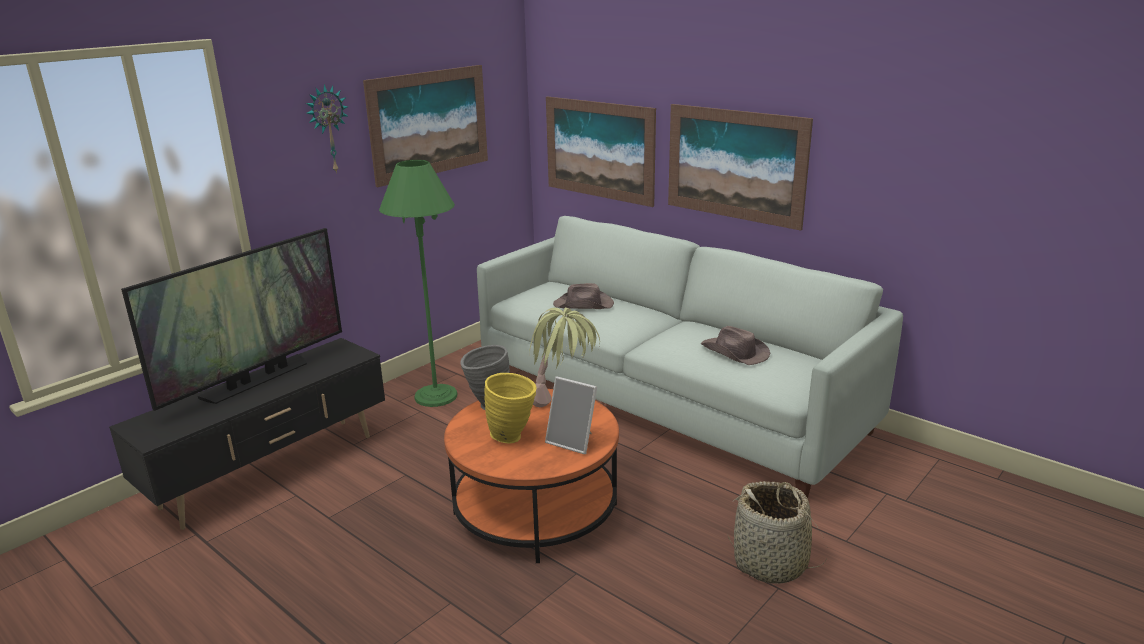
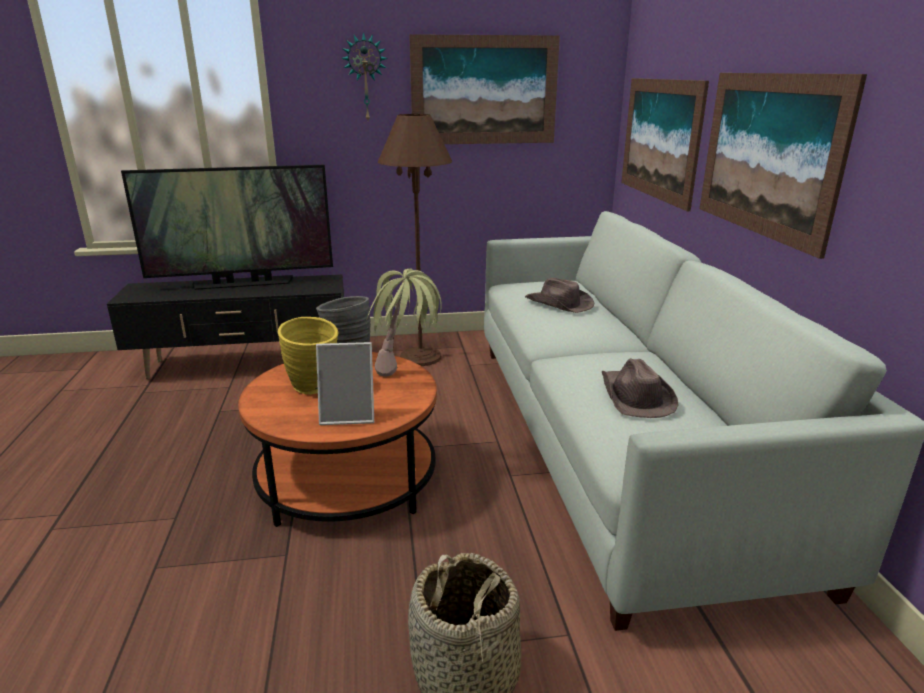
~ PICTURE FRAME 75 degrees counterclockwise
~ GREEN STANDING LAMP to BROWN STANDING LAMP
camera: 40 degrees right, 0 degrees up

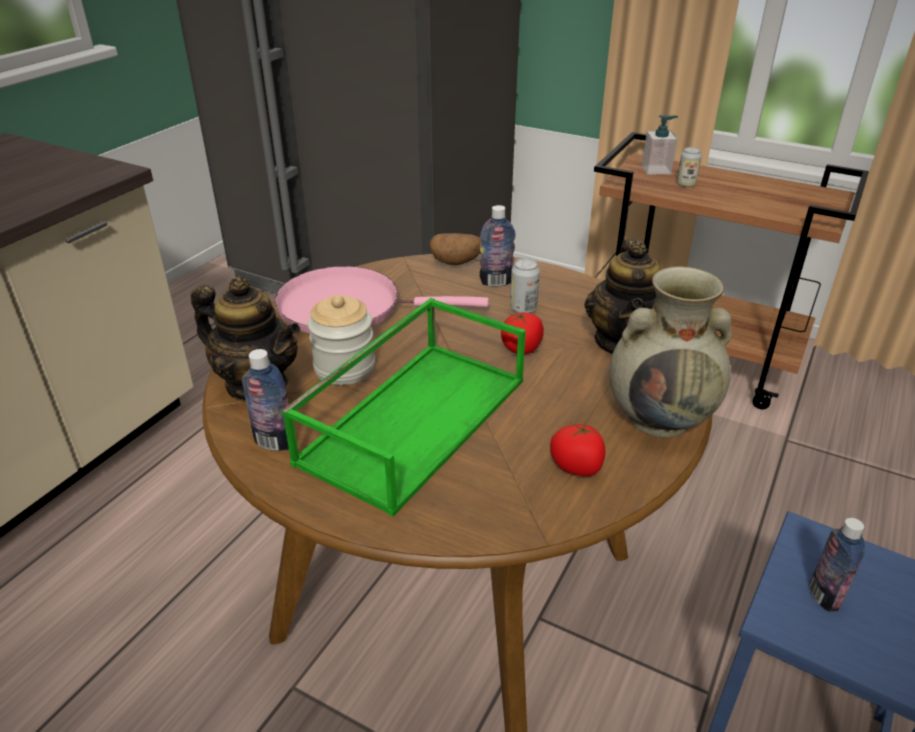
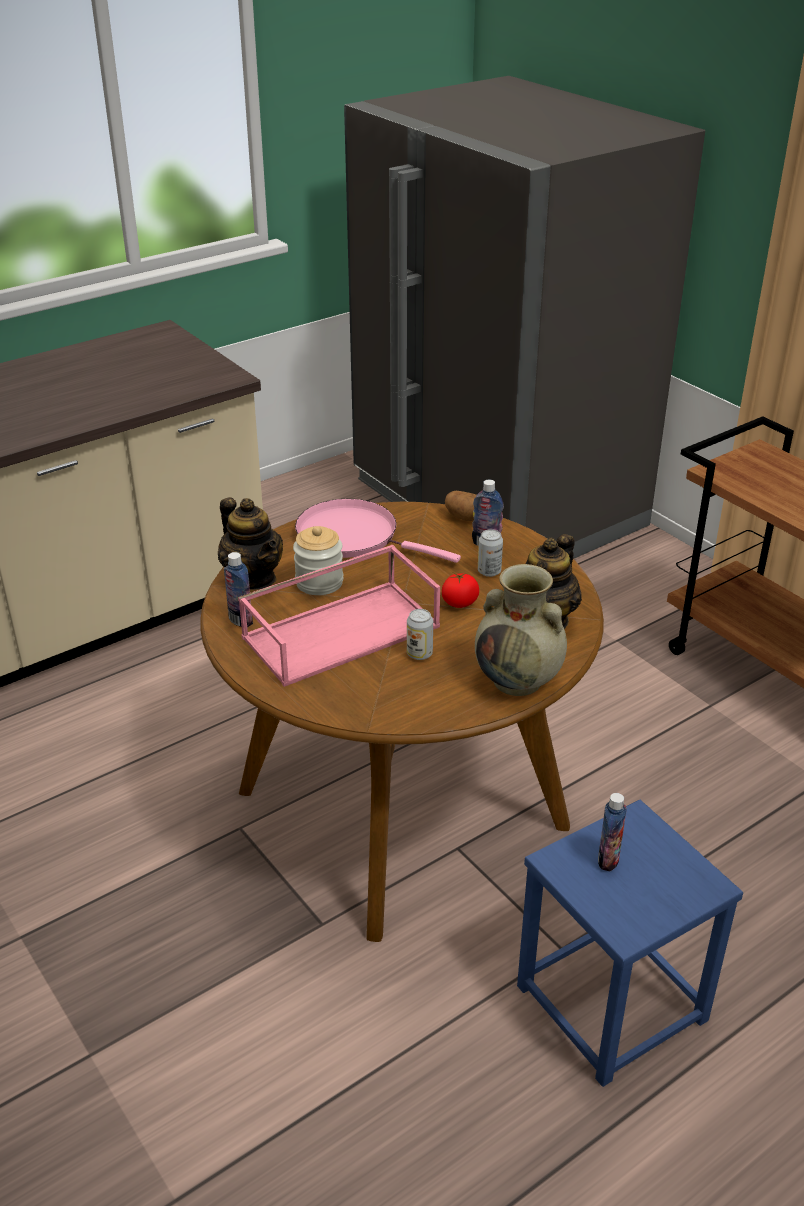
~ GREEN TRAY to PINKISH TRAY
~ SEALED CAN (no. 2 from left in the first image) to SEALED CAN (no. 1 from left)
- FRESH TOMATO (no. 2 from left)
- SOAP DISPENSER
camera: 25 degrees right, 0 degrees up

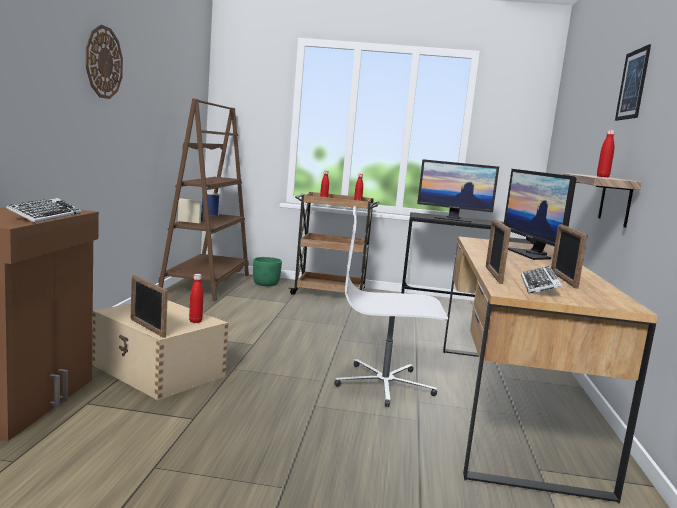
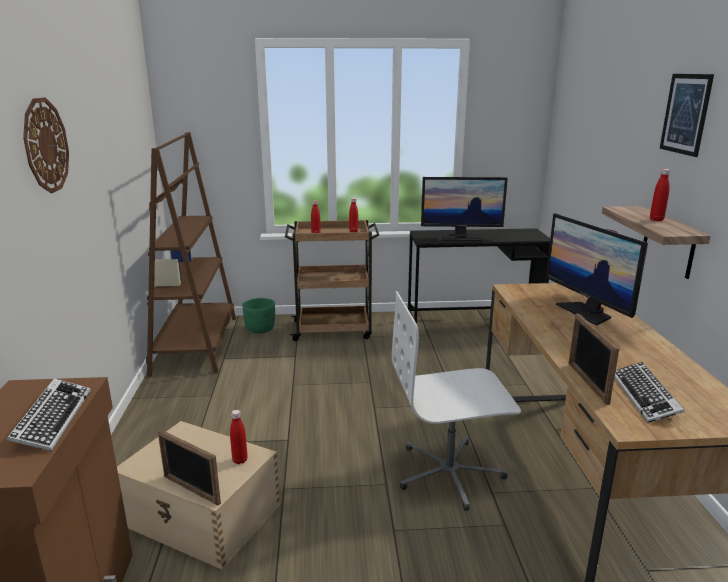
- PICTURE FRAME (no. 3 from left)
camera: 10 degrees left, 10 degrees up

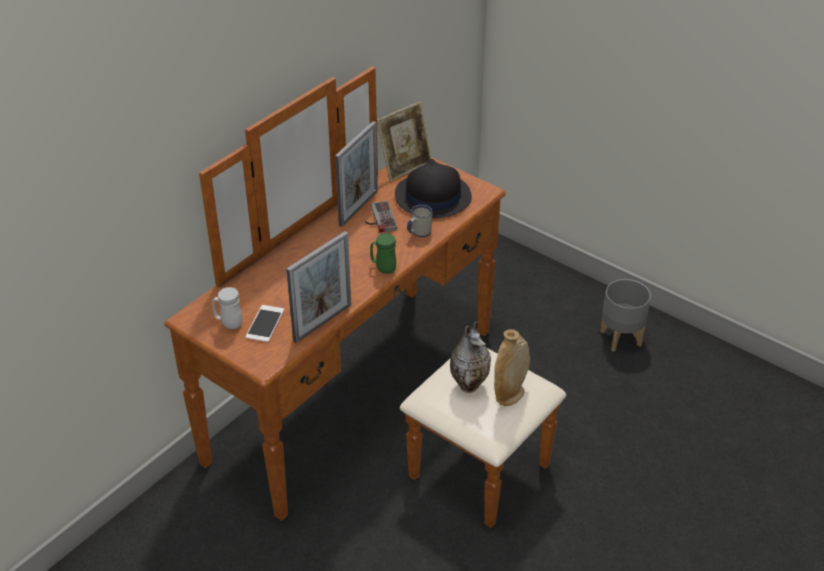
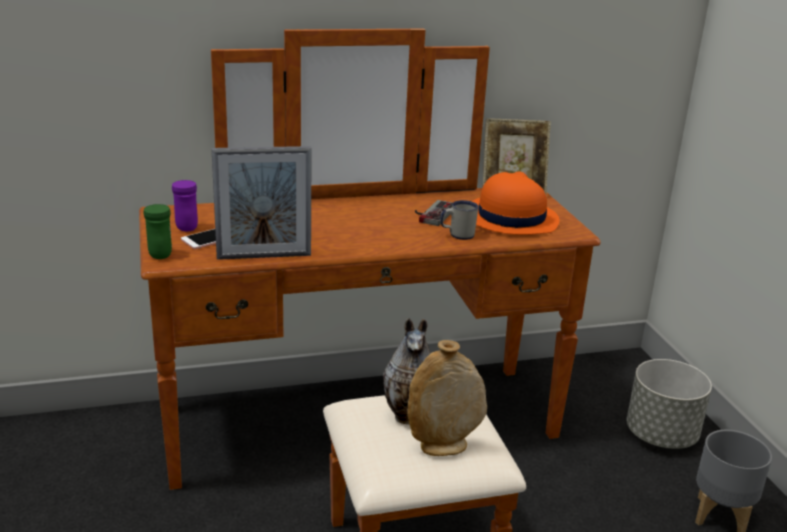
~ GREEN COFFEE MUG
~ WHITE COFFEE MUG (no. 1 from left) to PURPLE-COLOURED COFFEE MUG
~ BLACKISH HAT to ORANGE-COLOURED HAT
+ GREY FLOWER POT (no. 1 from left)
- PICTURE FRAME (no. 2 from left)
camera: 35 degrees right, 15 degrees down

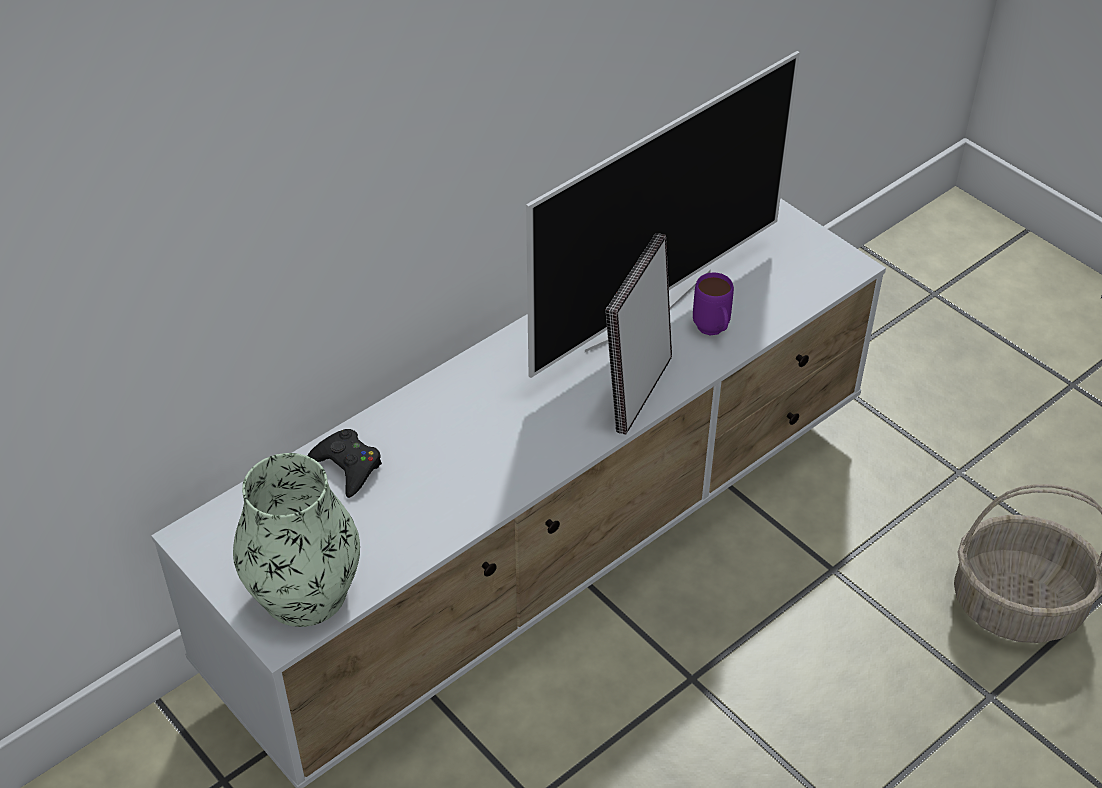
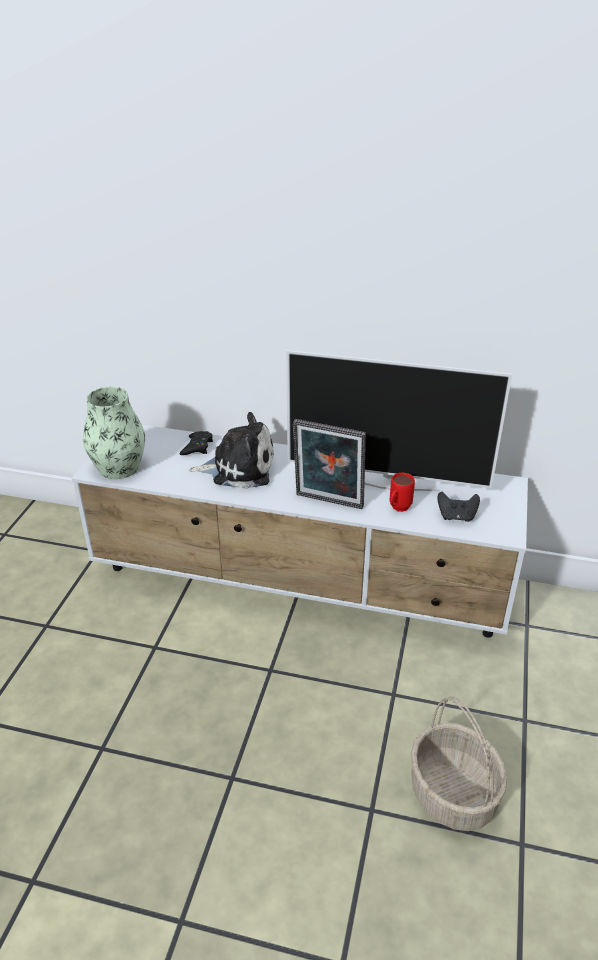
+ SOFT TOY
~ PICTURE FRAME 150 degrees counterclockwise
~ PURPLE-COLOURED COFFEE MUG to REDDISH COFFEE MUG
+ BLACKISH JOYPAD (no. 2 from left)
camera: 55 degrees right, 10 degrees down

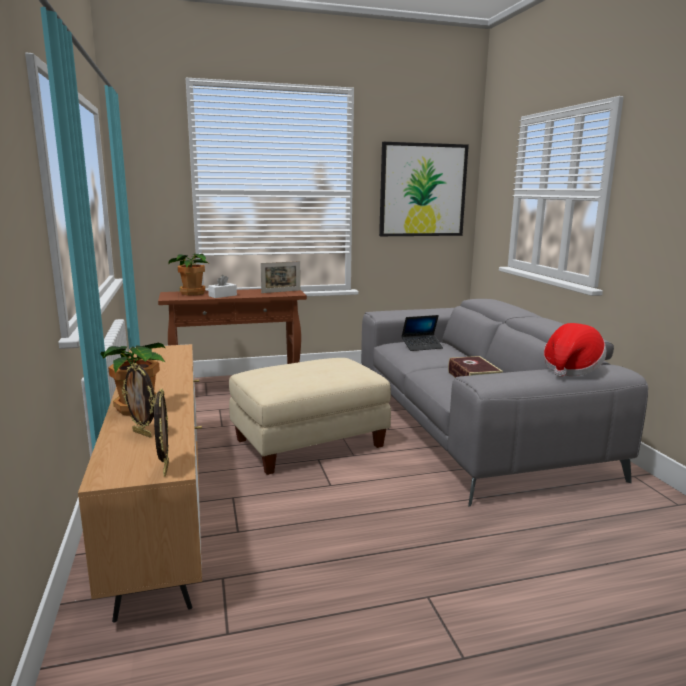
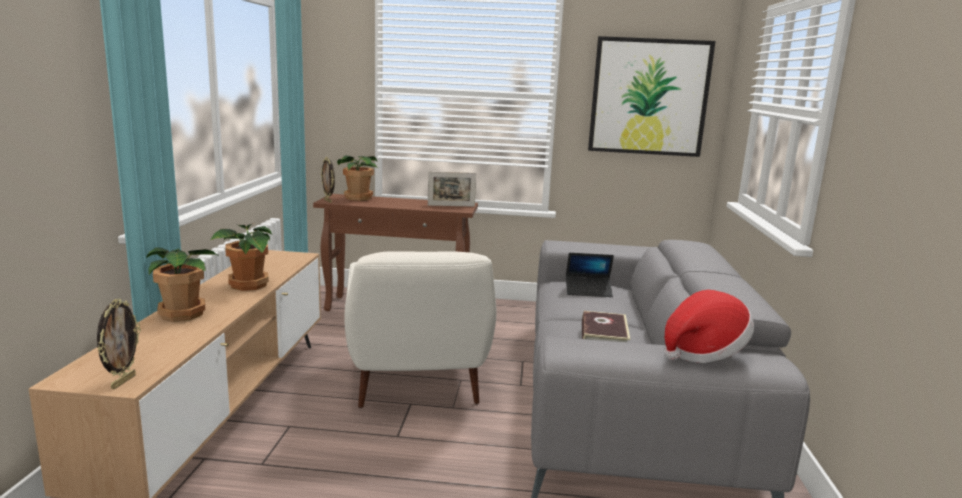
+ POTTED PLANT (no. 2 from left)
~ PICTURE FRAME (no. 1 from left in the first image) to PICTURE FRAME (no. 2 from left)
~ BEIGE OTTOMAN to WHITE EASY CHAIR
- WHITE TISSUE HOLDER
camera: 20 degrees right, 0 degrees up

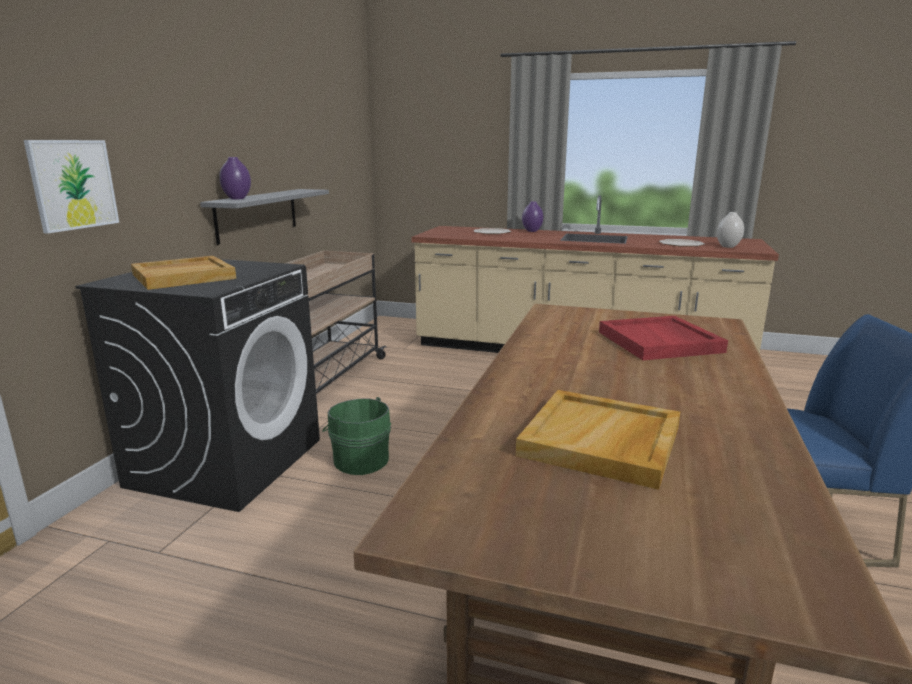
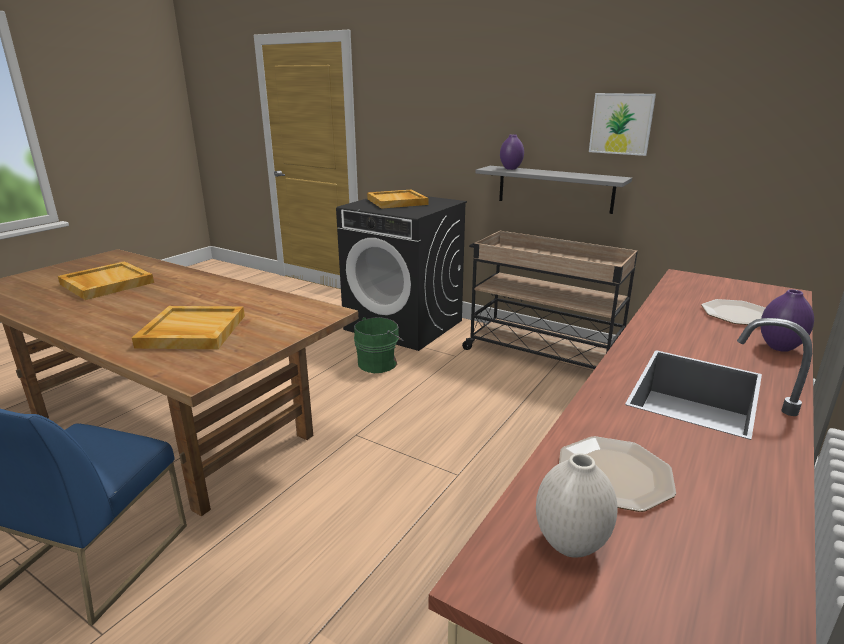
~ REDDISH TRAY to BEIGE TRAY (no. 2 from left)
~ PICTURE
camera: 105 degrees right, 5 degrees up

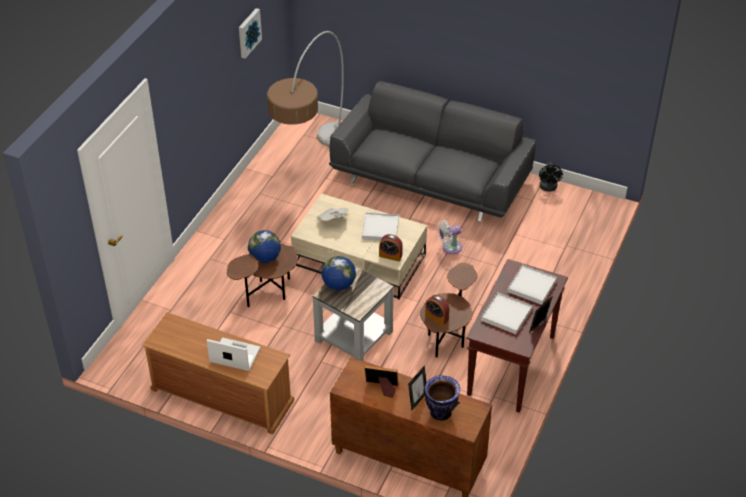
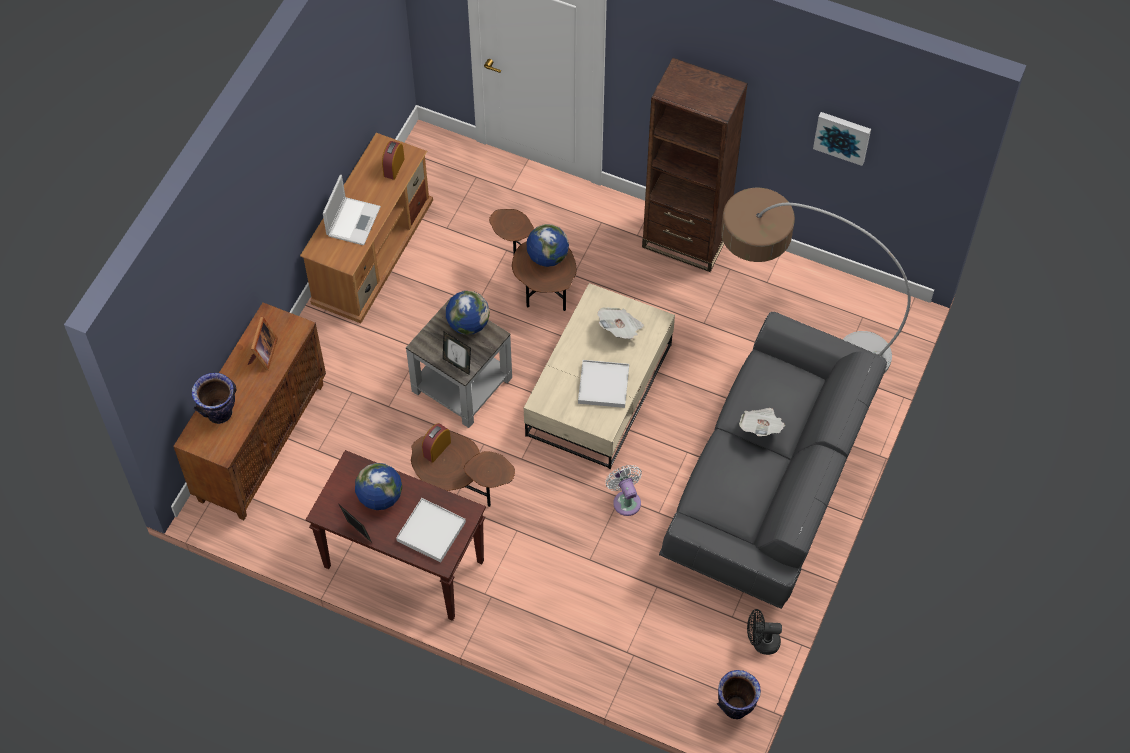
~ WHITE TRAY (no. 2 from left) to WORLD GLOBE (no. 1 from left)
~ TABLE CLOCK (no. 1 from left)
~ PICTURE FRAME (no. 2 from left in the first image) to PICTURE FRAME (no. 3 from left)
+ BROWN SHELVING UNIT
+ VASE (no. 2 from left)
+ DAILY PAPER (no. 2 from left)
camera: 90 degrees right, 15 degrees up

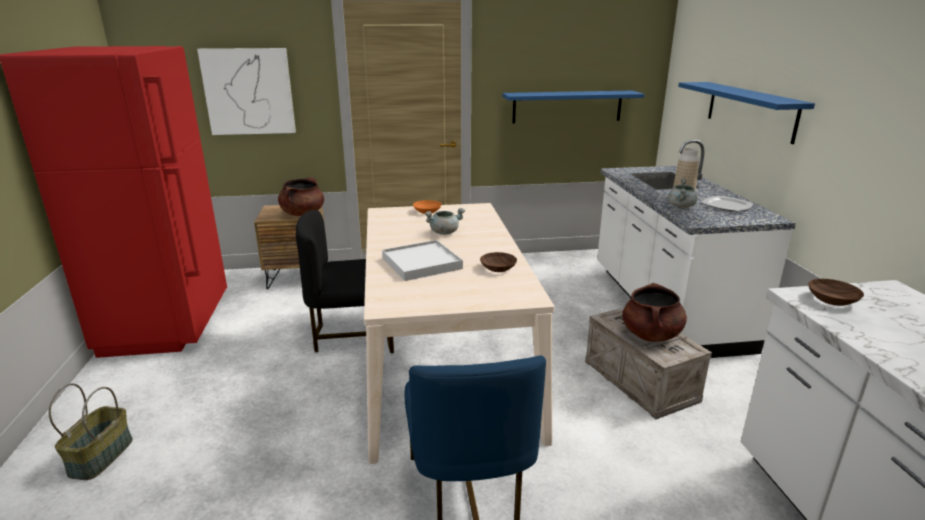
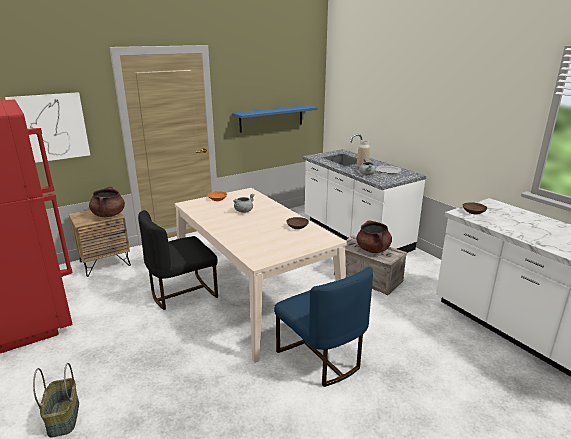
- WHITE TRAY
- BLUISH WALL SHELF (no. 2 from left)
camera: 25 degrees left, 0 degrees up

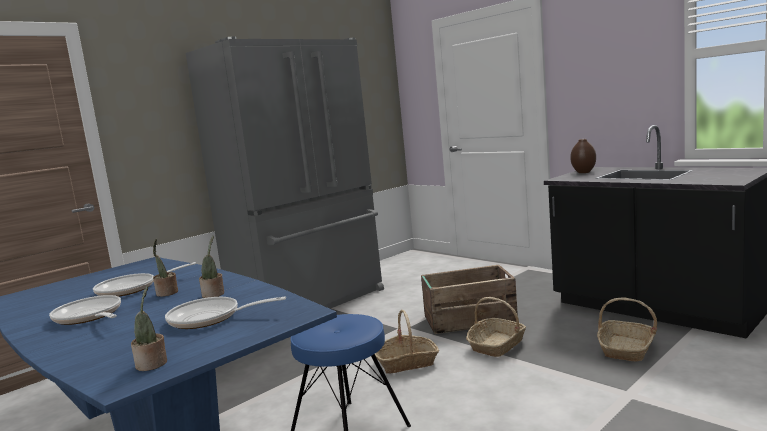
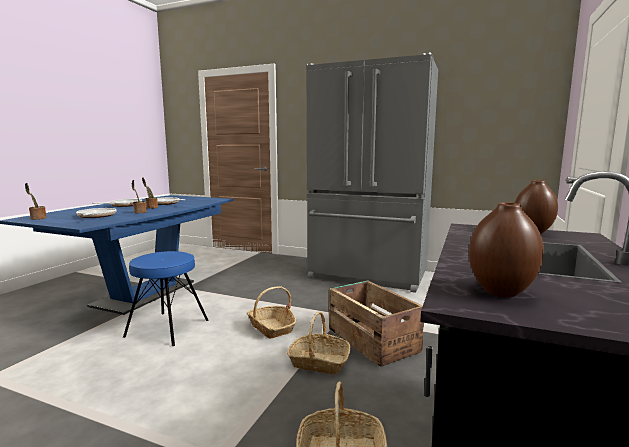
+ BROWN VASE (no. 1 from left)
camera: 65 degrees right, 0 degrees up

